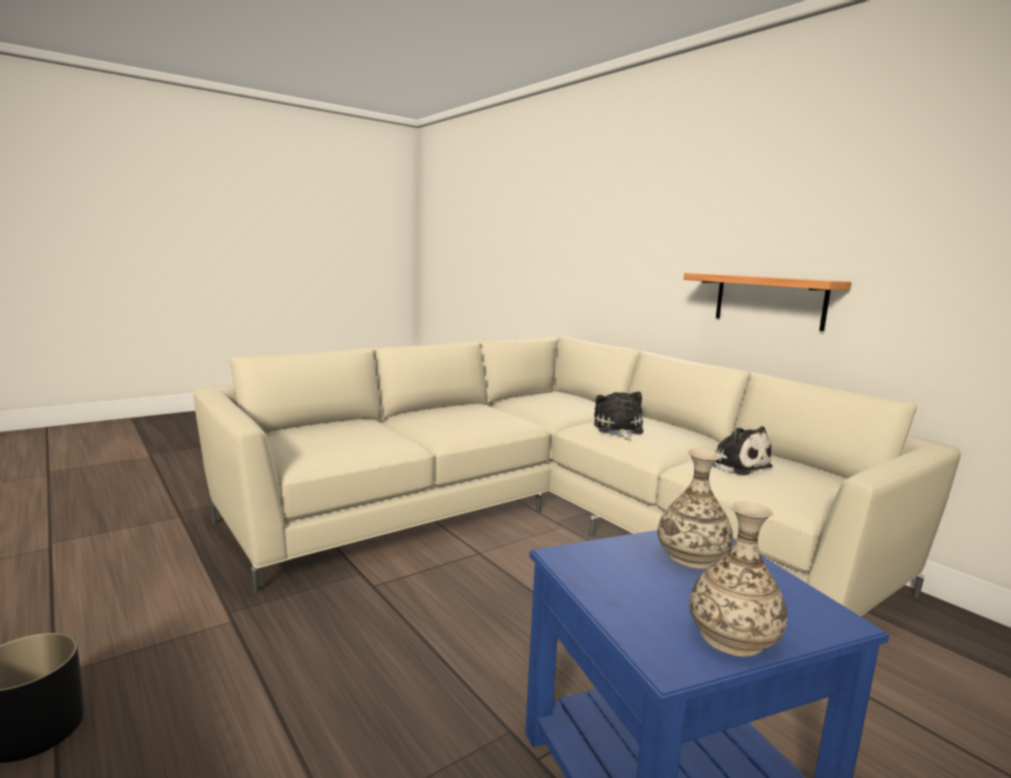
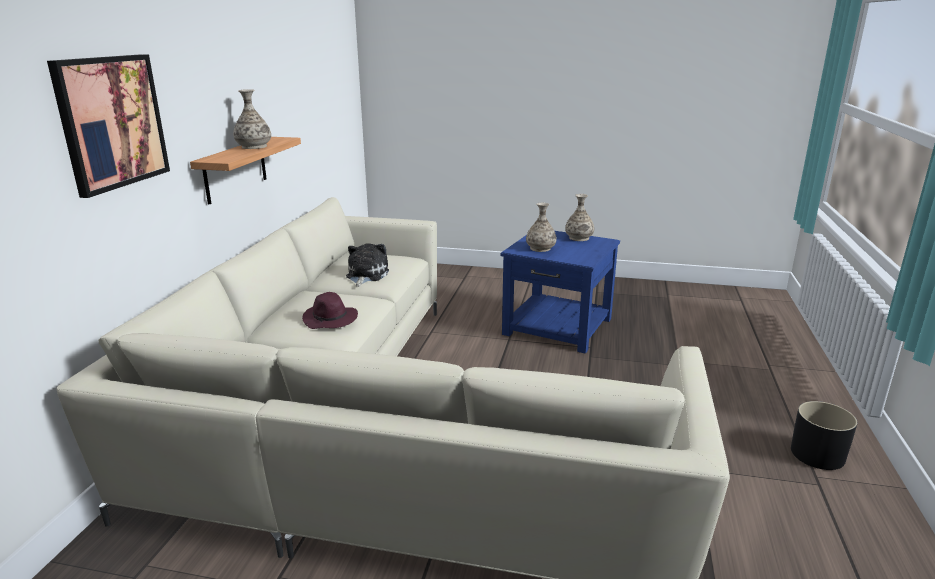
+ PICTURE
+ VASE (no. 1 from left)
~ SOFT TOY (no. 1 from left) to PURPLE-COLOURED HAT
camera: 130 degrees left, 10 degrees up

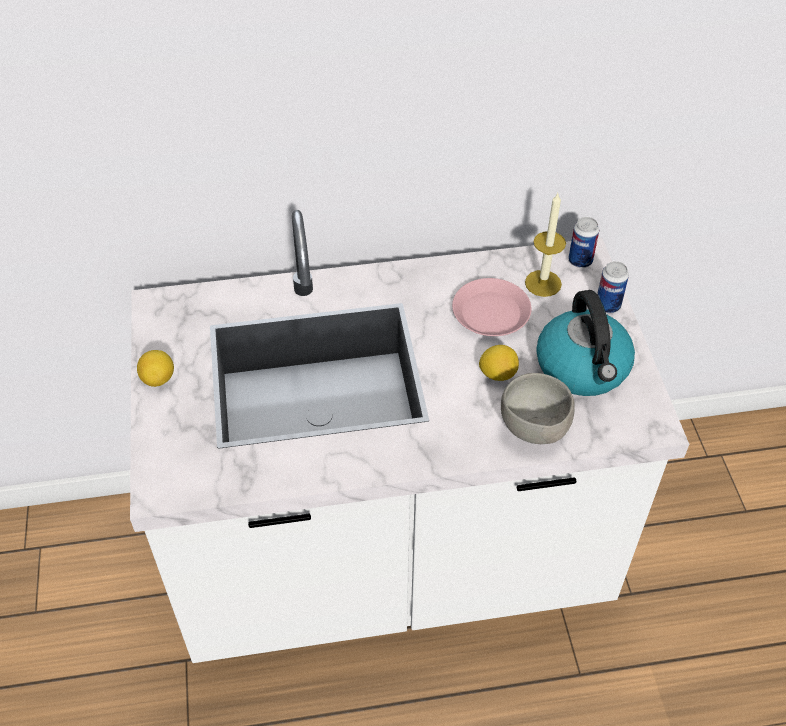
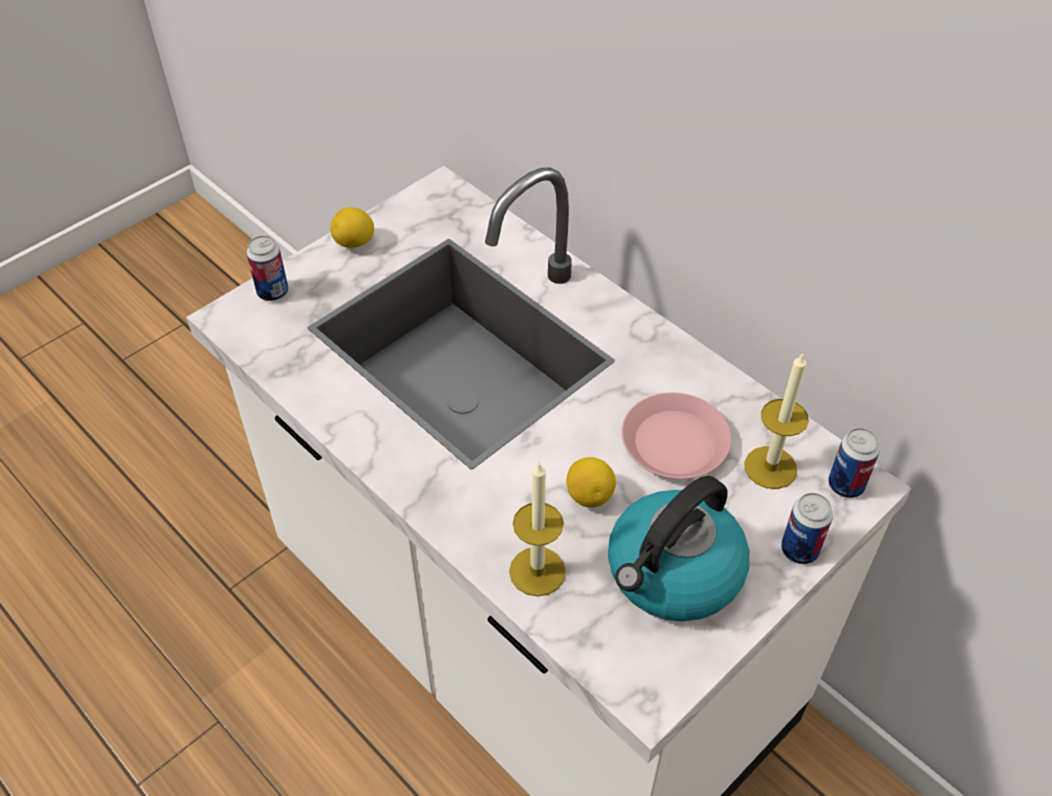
+ SEALED CAN (no. 1 from left)
~ GREY DEEP DISH to CANDLE (no. 1 from left)
camera: 55 degrees right, 0 degrees up

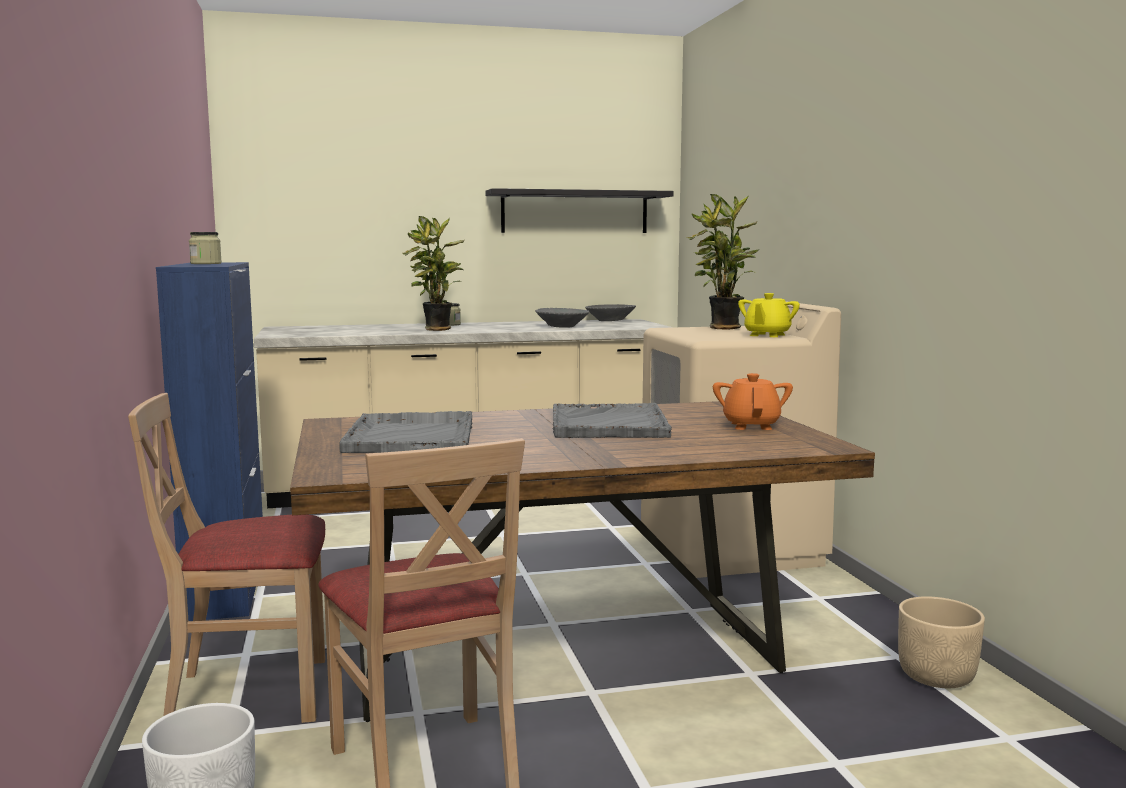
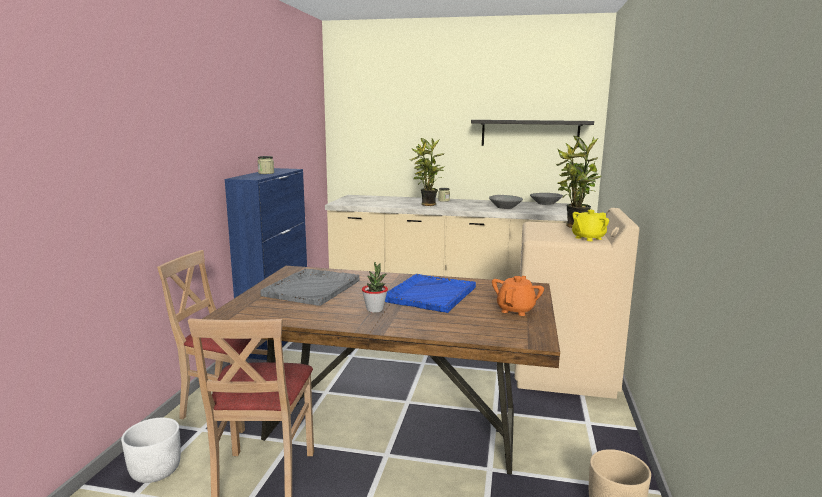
+ POTTED PLANT (no. 1 from left)
~ GREY TRAY (no. 2 from left) to BLUISH TRAY
camera: 25 degrees right, 5 degrees up

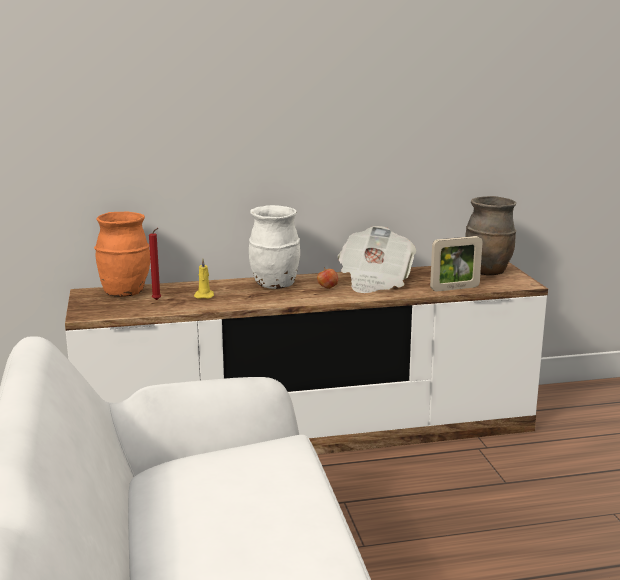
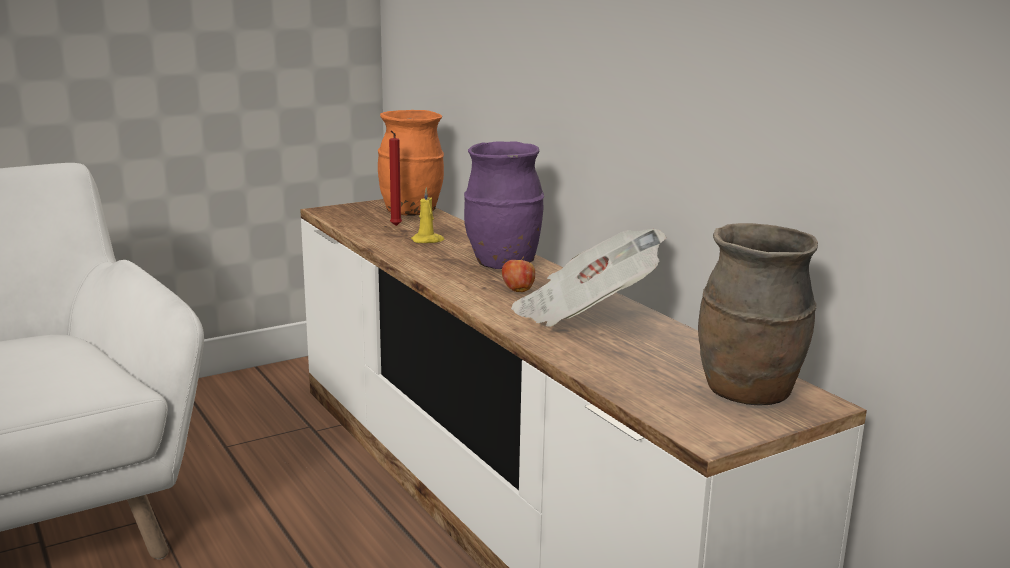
~ WHITE VASE to PURPLE-COLOURED VASE
- PICTURE FRAME
camera: 70 degrees right, 0 degrees up

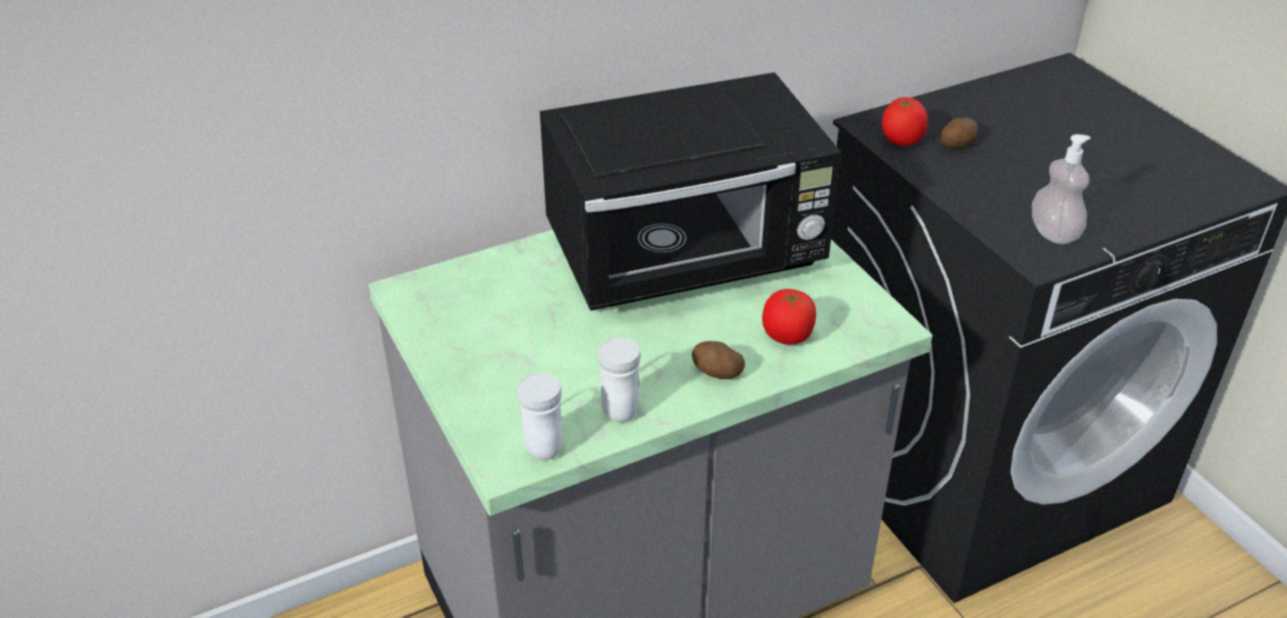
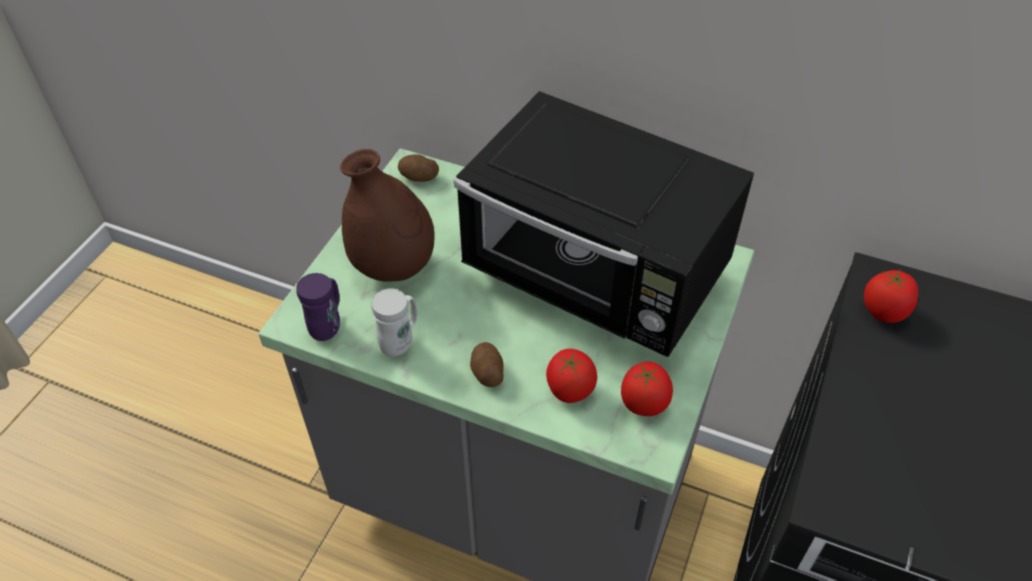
~ WHITE COFFEE MUG (no. 1 from left) to PURPLE-COLOURED COFFEE MUG
+ BROWN VASE
~ POTATO (no. 2 from left in the first image) to POTATO (no. 1 from left)
+ FRESH TOMATO (no. 2 from left)
- SOAP DISPENSER
camera: 50 degrees right, 10 degrees up

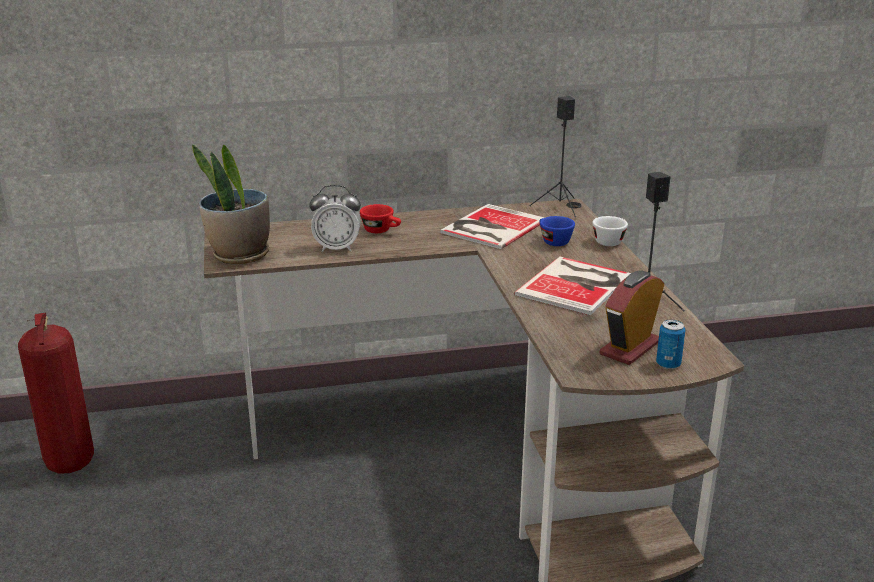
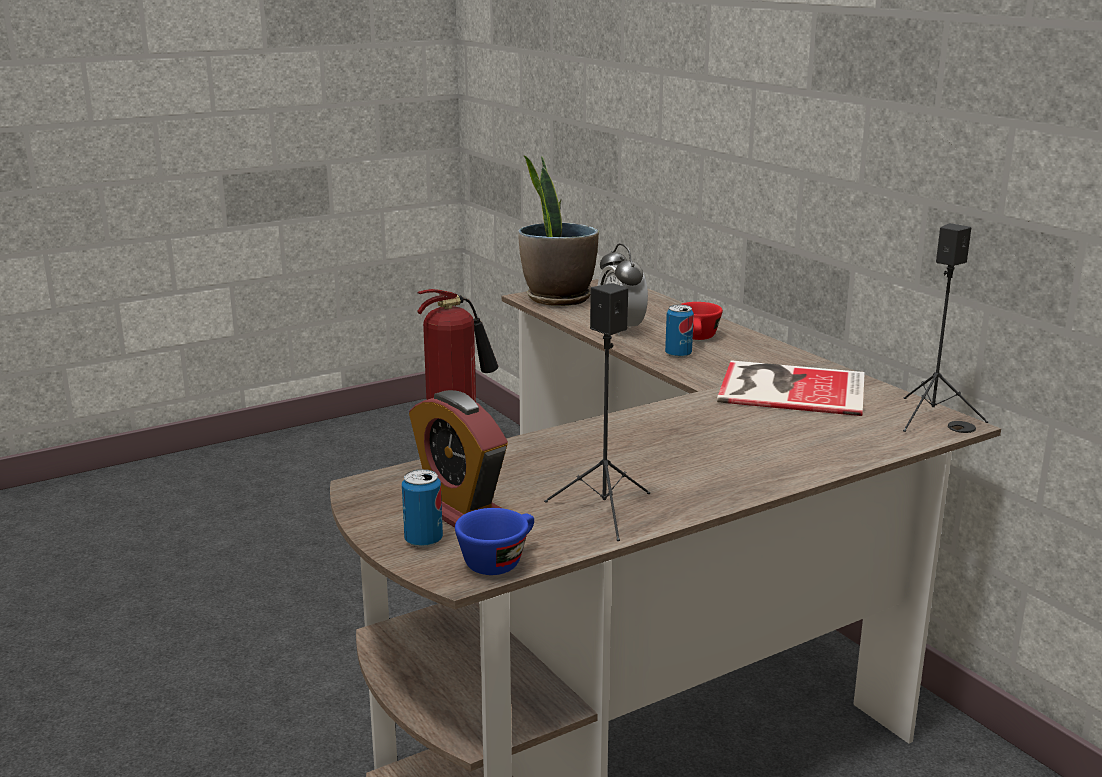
~ TABLE CLOCK (no. 2 from left in the first image) 150 degrees counterclockwise
~ BLUISH SMALL CUP
+ SEALED CAN (no. 2 from left)
- VOLUME (no. 2 from left)
- WHITE SMALL CUP
camera: 70 degrees right, 5 degrees down

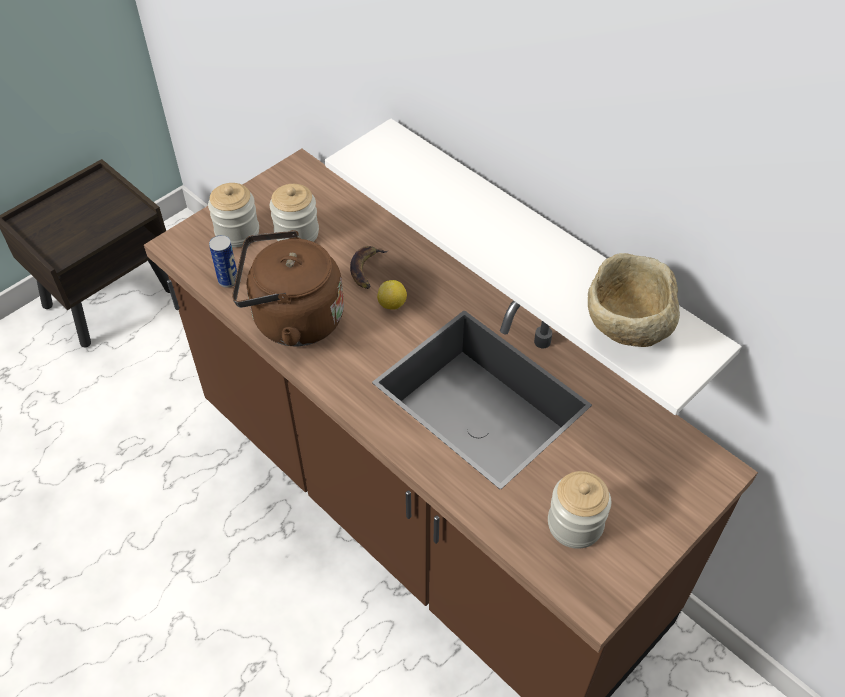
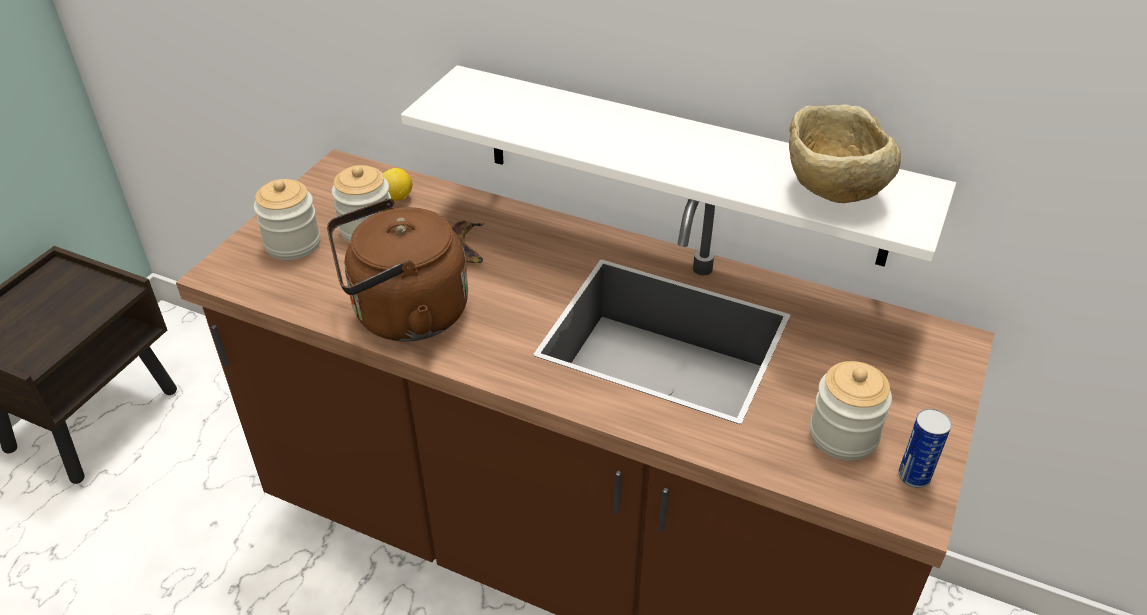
~ CITRUS FRUIT
~ SEALED CAN
camera: 20 degrees left, 10 degrees down

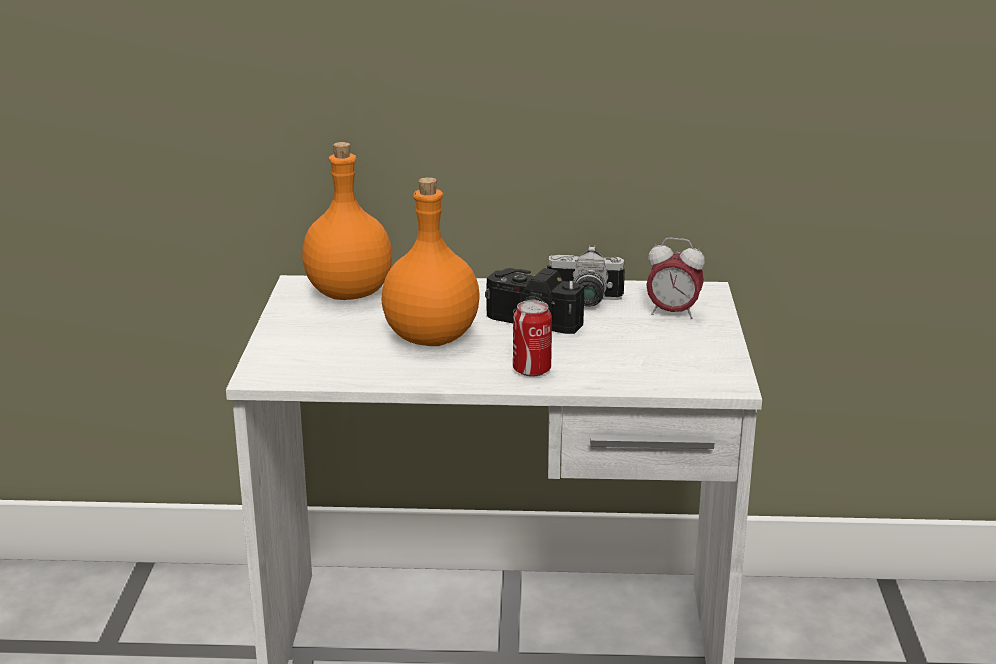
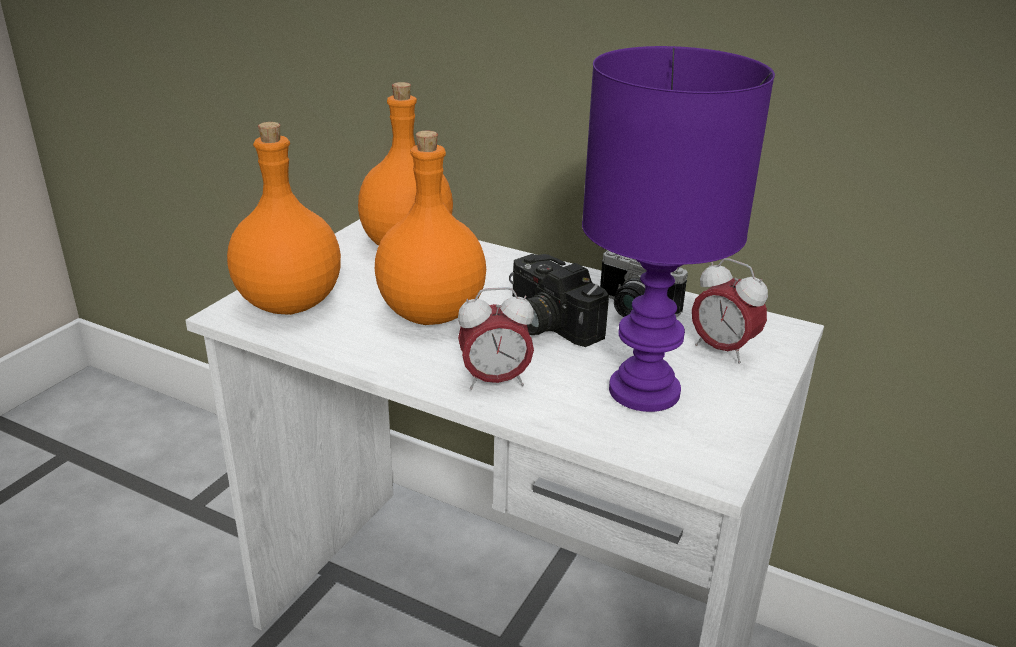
+ ORANGE-COLOURED DRINK BOTTLE (no. 1 from left)
~ SEALED CAN to TABLE CLOCK (no. 1 from left)
+ PURPLE-COLOURED LAMP FOR A TABLE
camera: 25 degrees right, 5 degrees up

